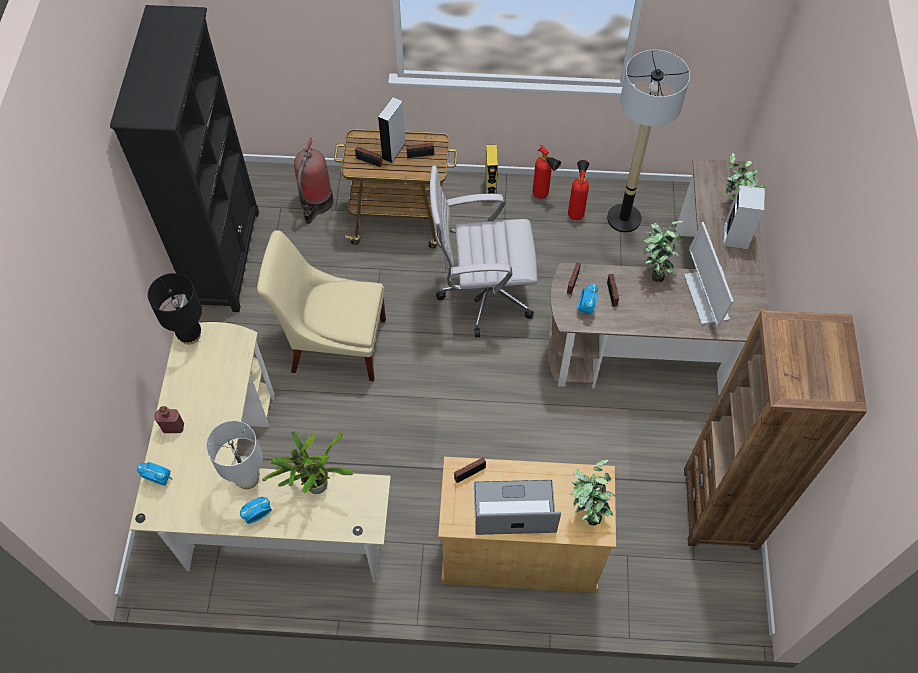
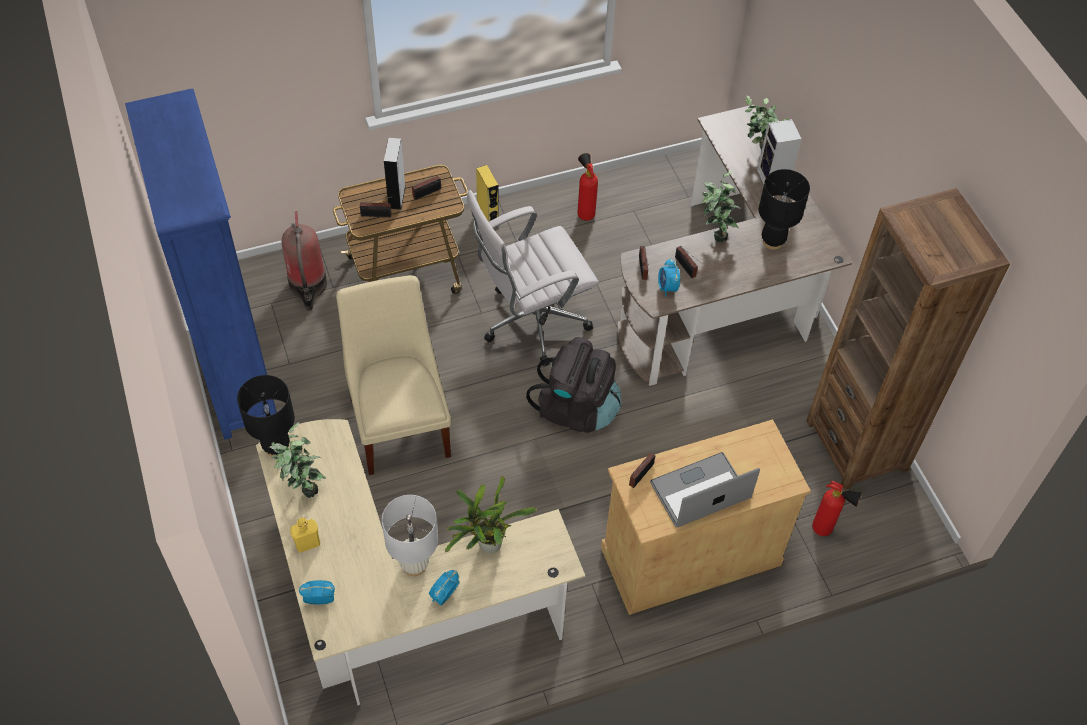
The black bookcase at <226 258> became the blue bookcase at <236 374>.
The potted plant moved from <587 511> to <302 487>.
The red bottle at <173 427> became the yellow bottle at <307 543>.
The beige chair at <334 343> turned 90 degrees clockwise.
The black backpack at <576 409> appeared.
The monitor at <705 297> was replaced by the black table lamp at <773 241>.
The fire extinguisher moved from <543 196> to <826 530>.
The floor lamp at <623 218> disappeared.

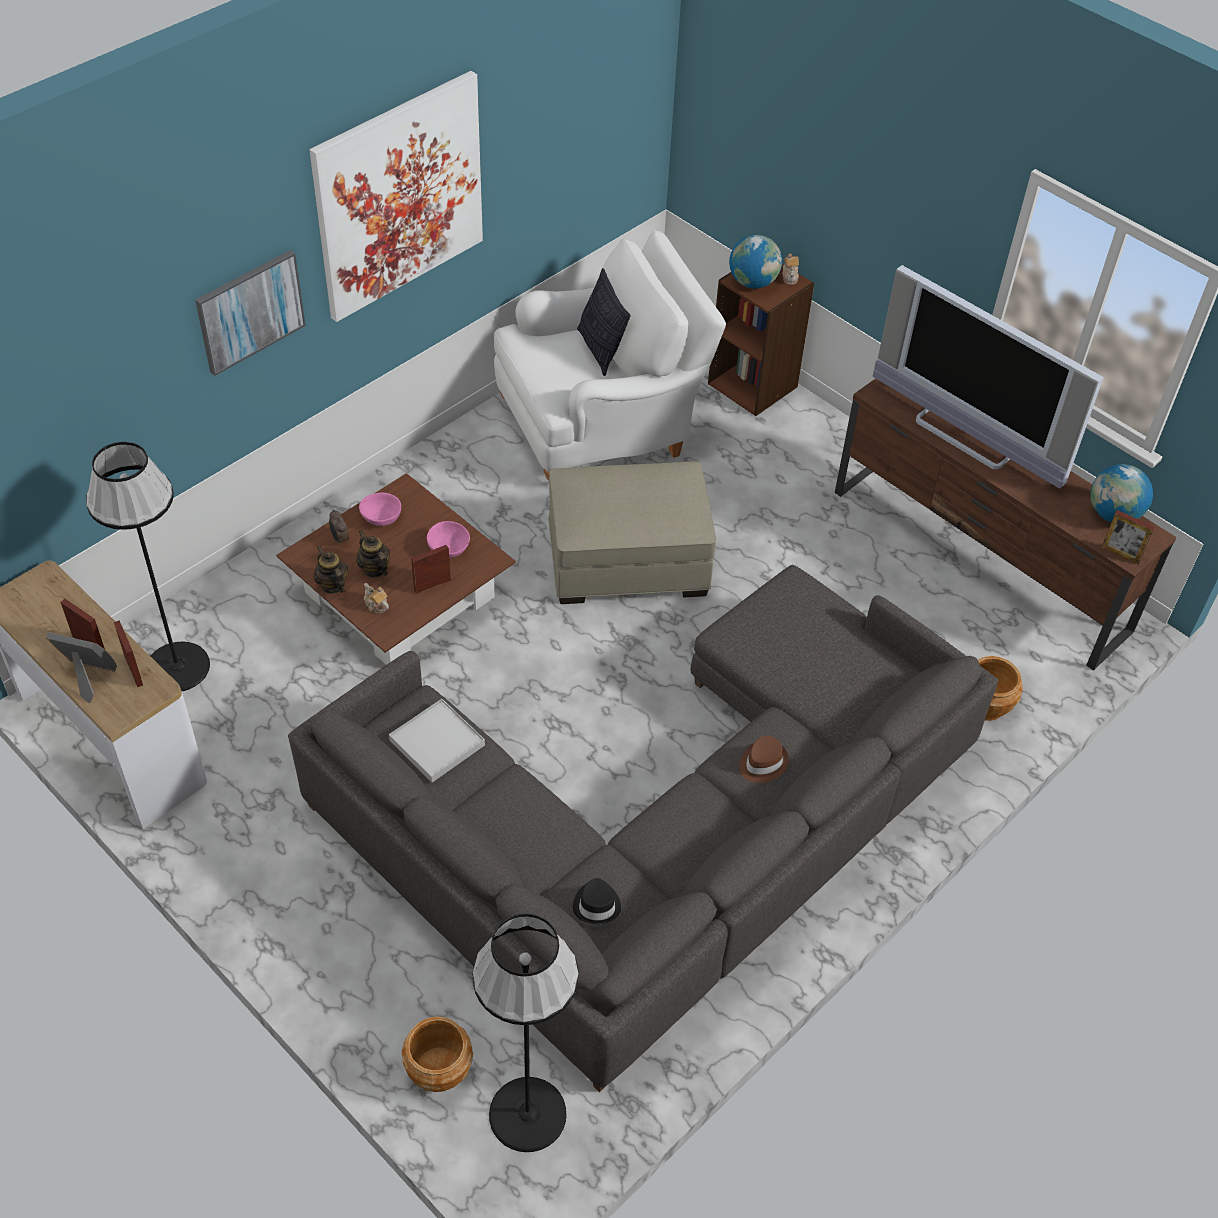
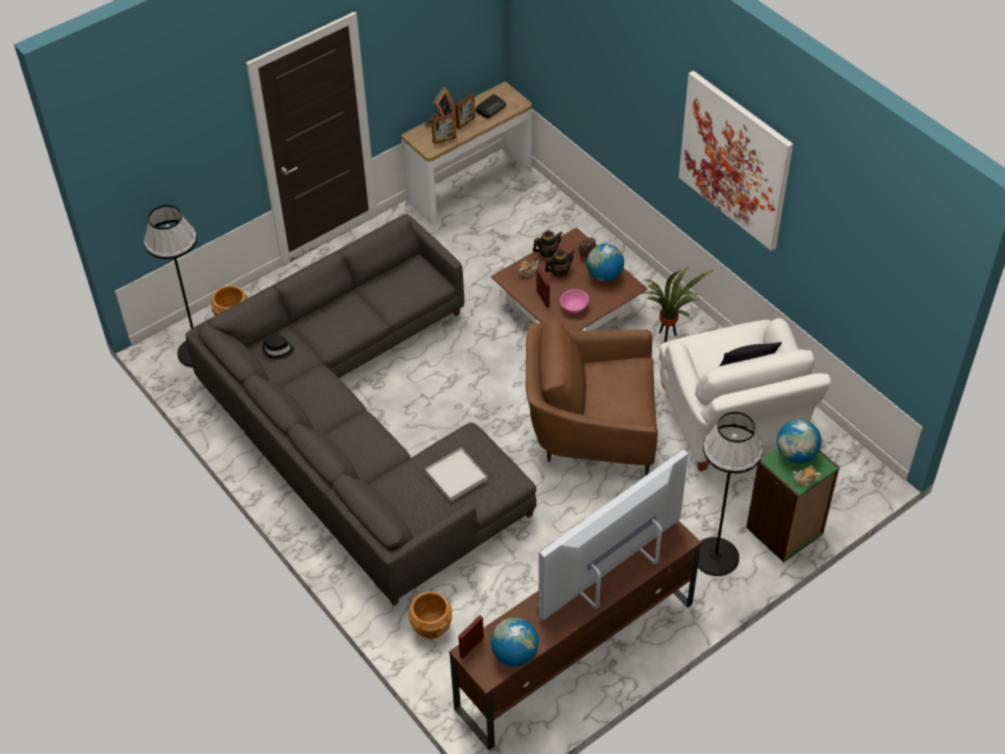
The white tray moved from <436 743> to <456 476>.
The radio at <491 108> appeared.
The beige ottoman at <626 560> was replaced by the brown armchair at <591 428>.
The pink bowl at <382 518> was replaced by the globe at <604 275>.
The potted plant at <668 337> appeared.
The black floor lamp moved from <177 667> to <715 556>.
The brown bookcase at <753 385> became the green bookcase at <785 531>.
The picture at <250 311> disappeared.
The brown hat at <762 763> disappeared.

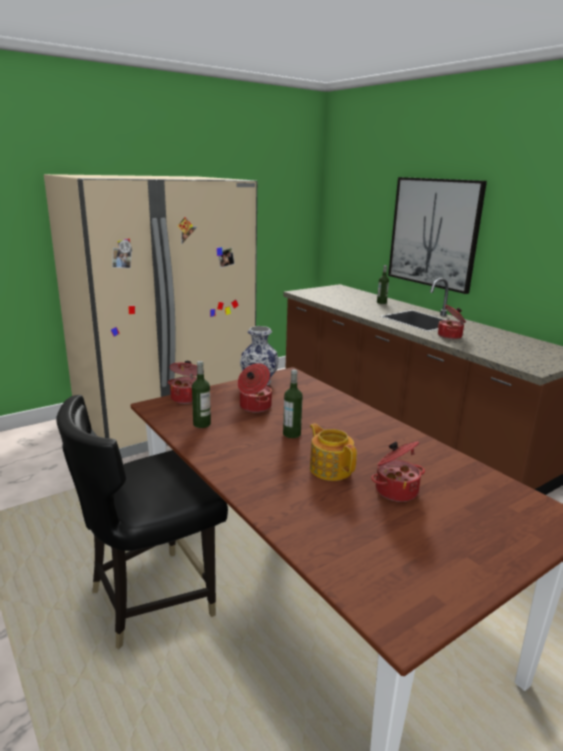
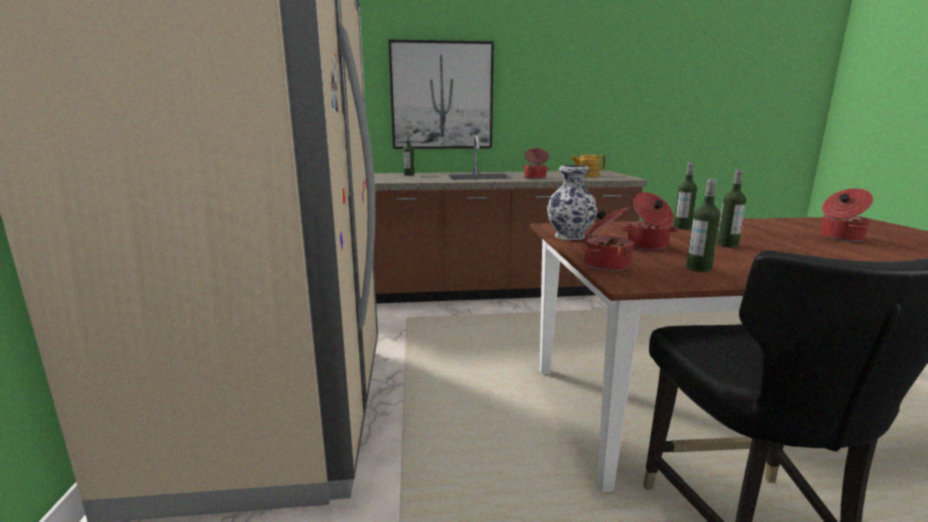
The teapot moved from <330 468> to <586 175>.
The bottle at <682 227> appeared.

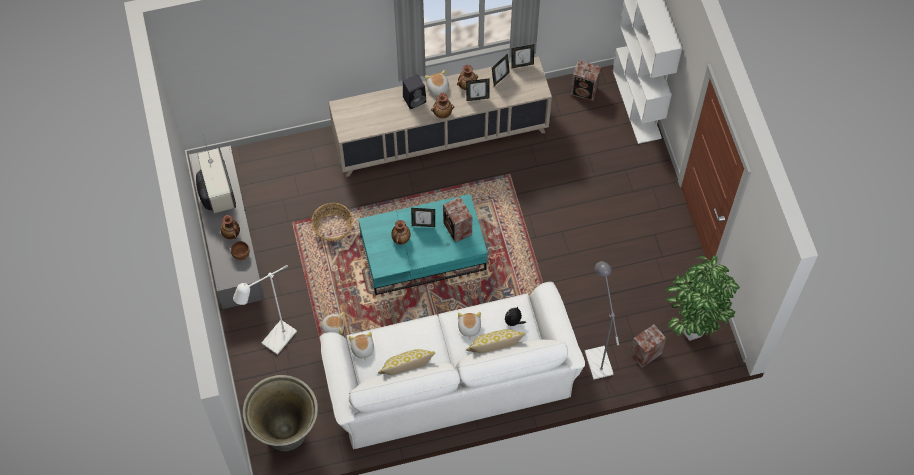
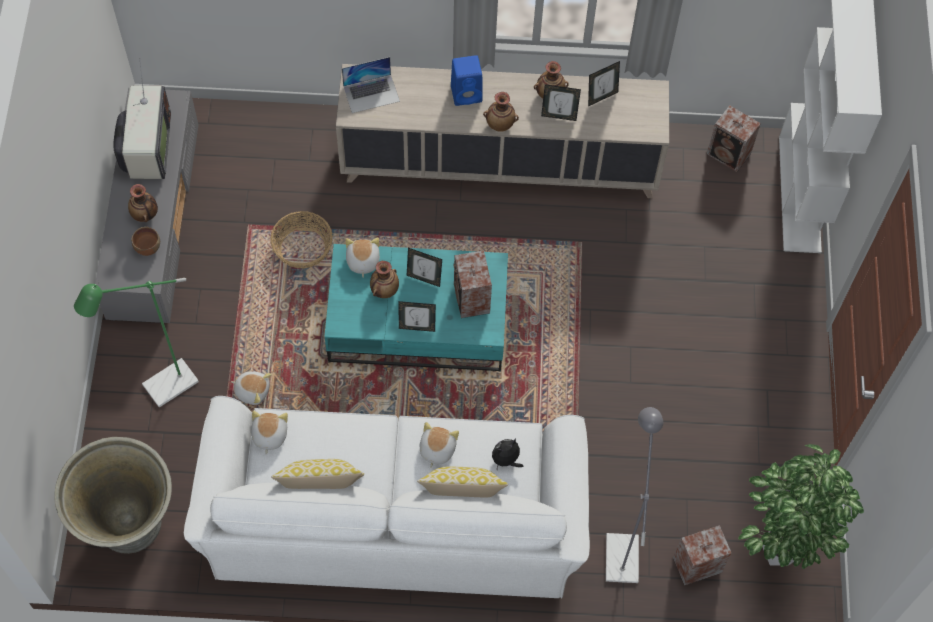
The white floor lamp at <275 342> became the green floor lamp at <162 389>.
The laptop at <371 93> appeared.
The plush toy moved from <437 88> to <362 261>.
The picture frame moved from <522 64> to <417 327>.
The black speaker at <415 99> became the blue speaker at <467 93>.

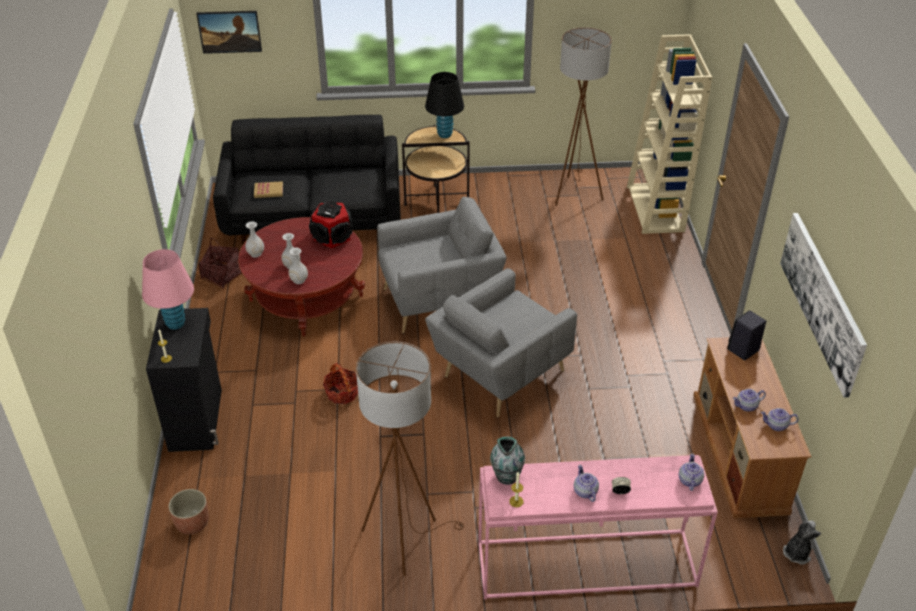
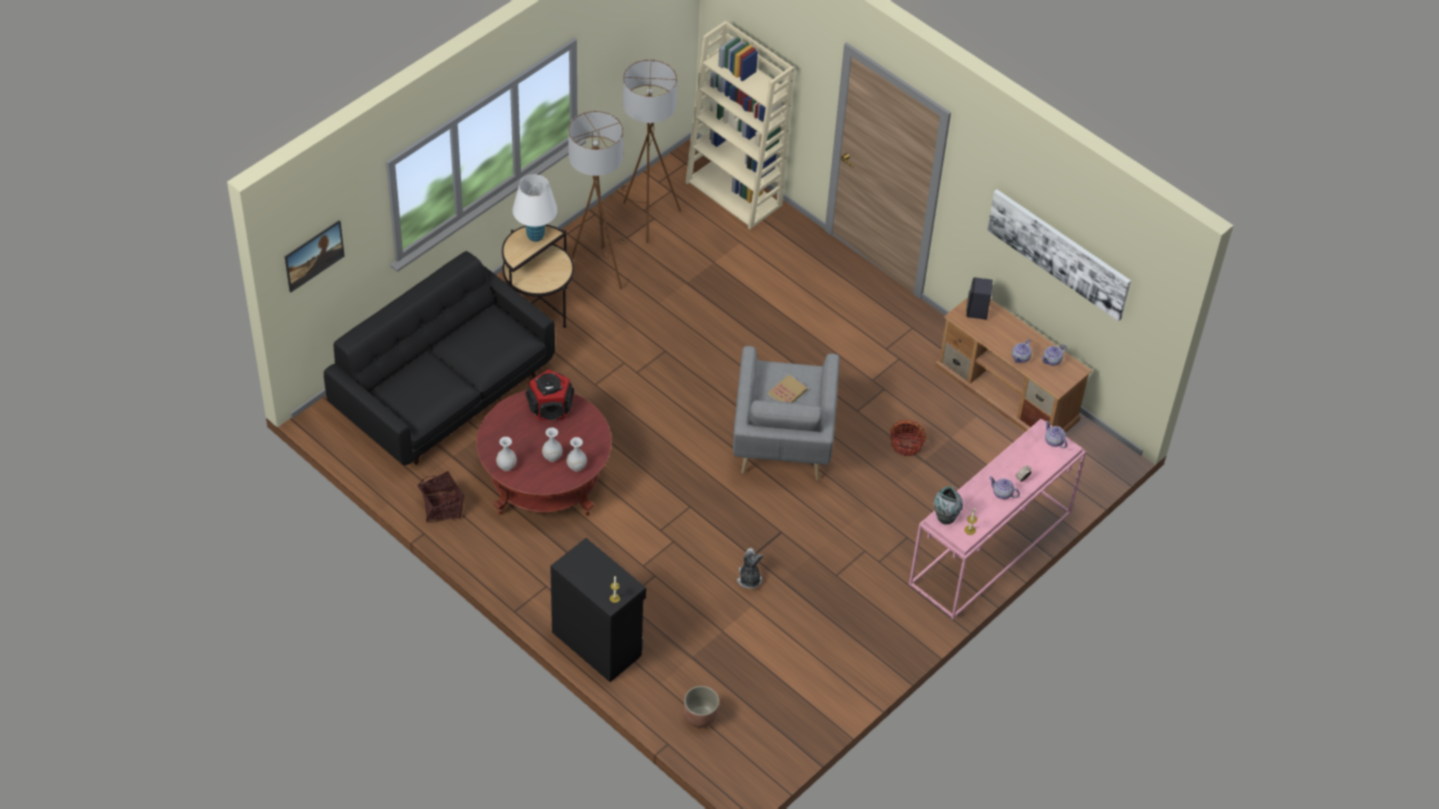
The black table lamp at <445 134> became the white table lamp at <535 236>.
The brown floor lamp moved from <405 538> to <597 269>.
The plush toy moved from <797 553> to <749 579>.
The book moved from <268 191> to <787 392>.
The basket moved from <342 393> to <906 444>.
The pink table lamp at <175 323> disappeared.
The grey armchair at <440 301> disappeared.

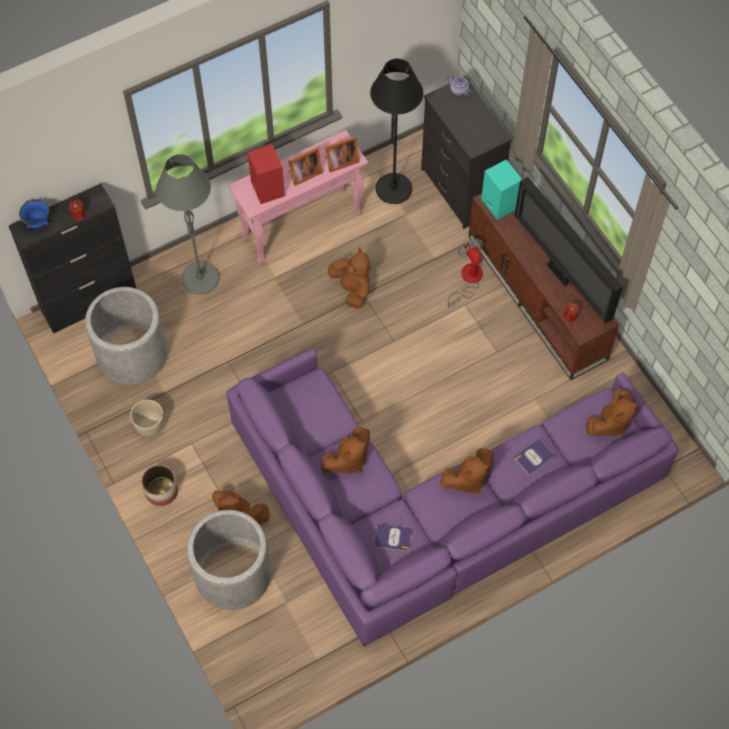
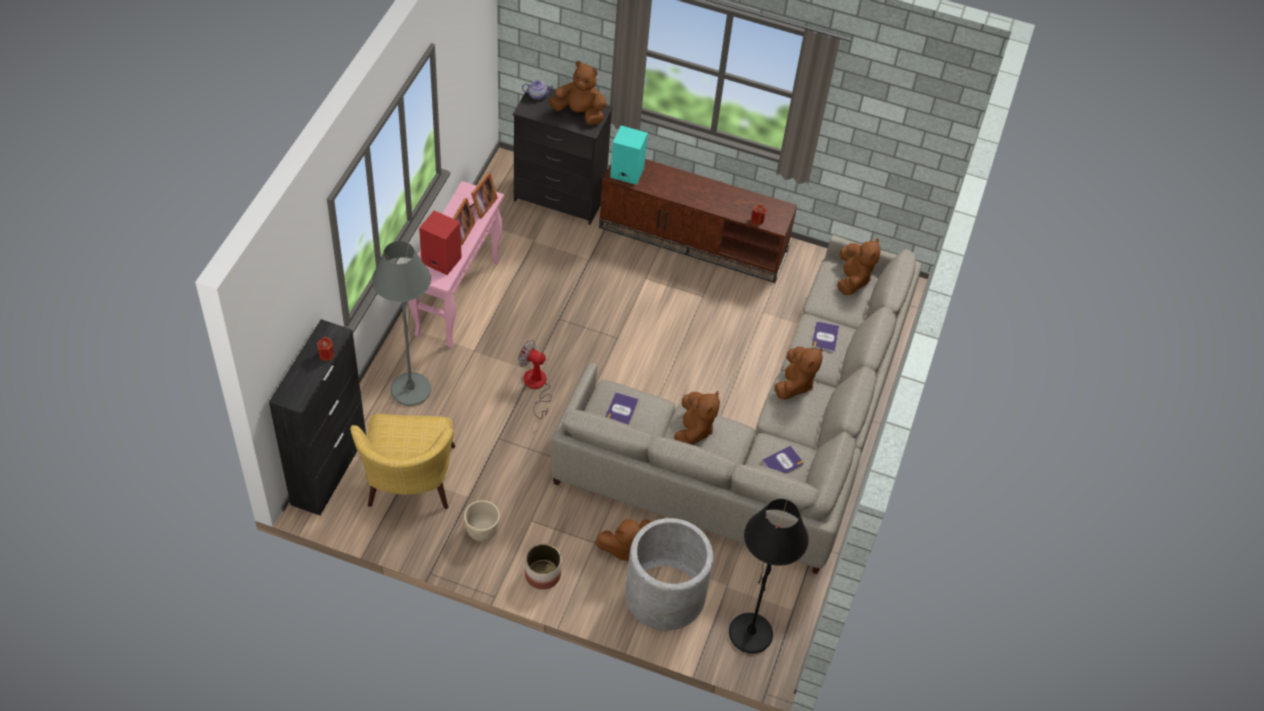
The grey planter at <132 354> was replaced by the yellow armchair at <409 486>.
The fan moved from <468 280> to <536 386>.
The brown plush toy moved from <352 288> to <579 113>.
The purple sofa at <433 504> became the grey sofa at <764 435>.
The book at <621 409> appeared.
The black floor lamp moved from <394 189> to <750 634>.
The blue bowl at <37 222> disappeared.
The television at <560 274> disappeared.

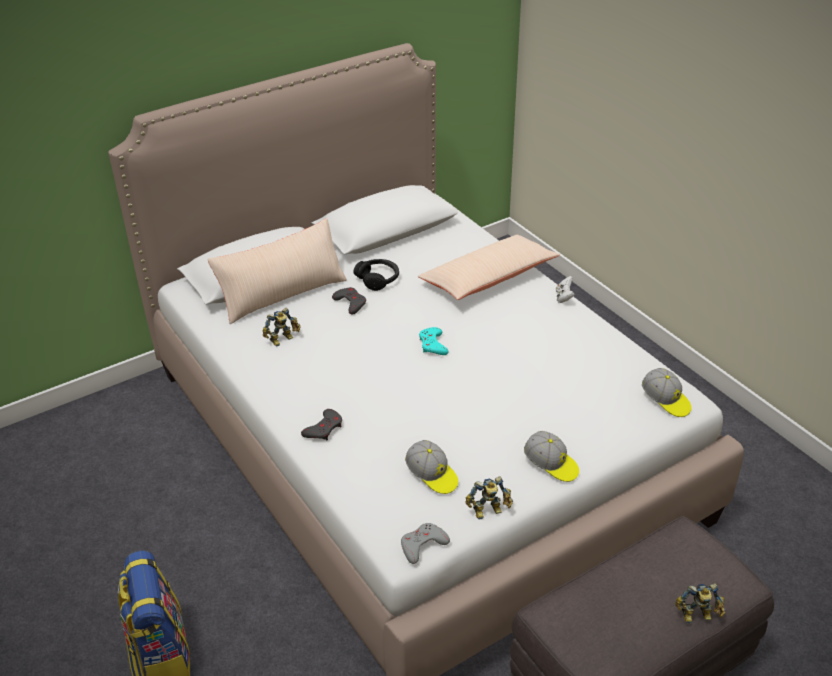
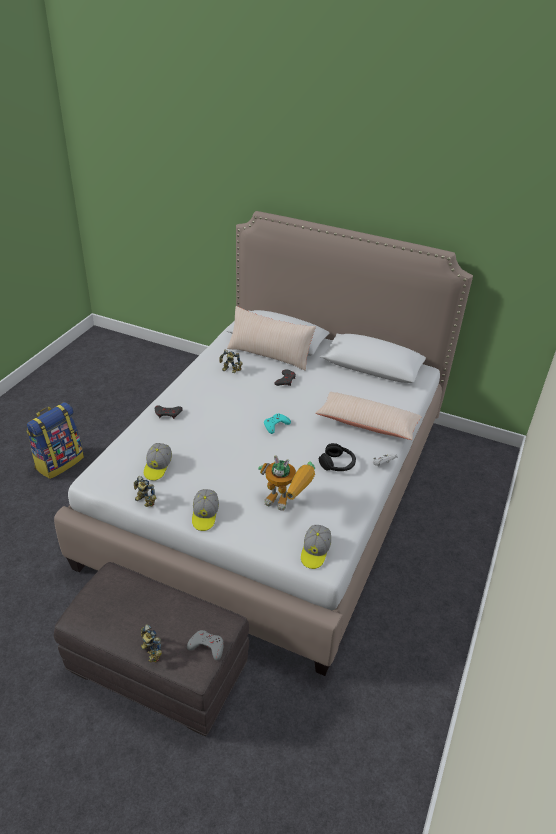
The grey game controller moved from <422 545> to <207 646>.
The toy robot at <287 503> appeared.
The black headphones moved from <378 279> to <337 464>.

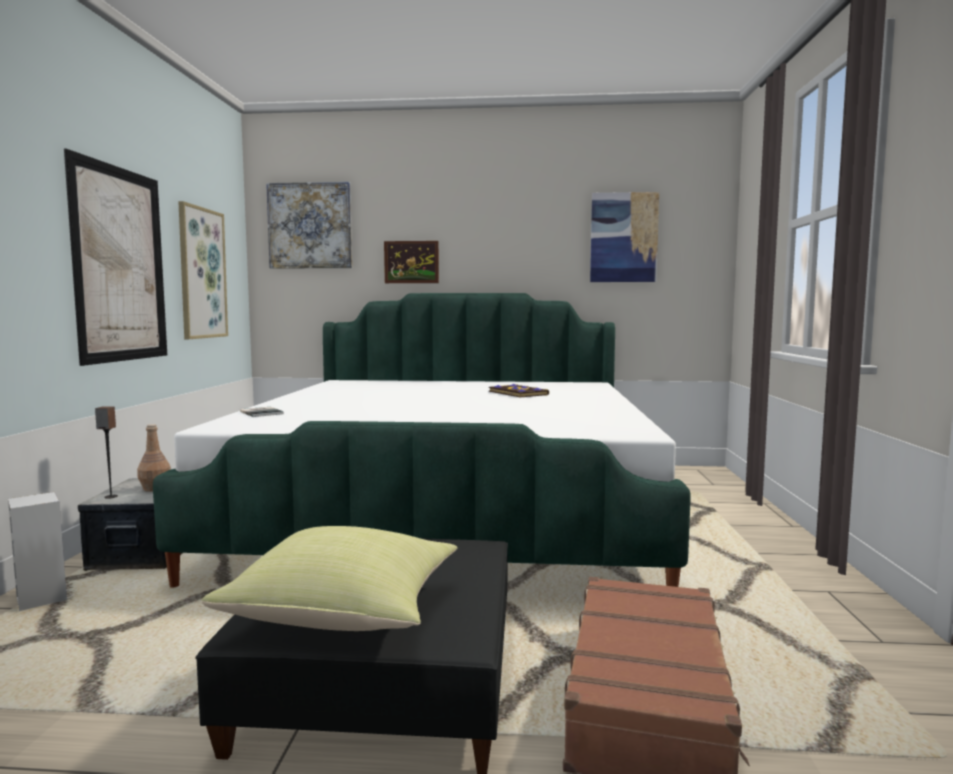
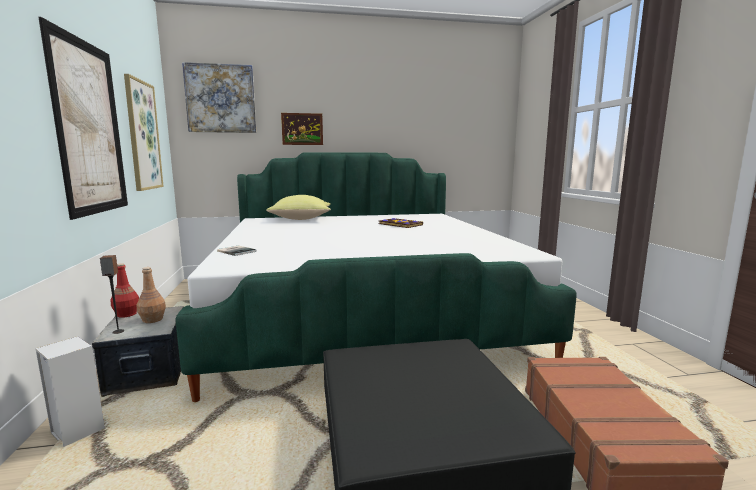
The red bottle at <126 314> appeared.
The yellow pillow moved from <346 612> to <302 219>.
The picture at <623 237> disappeared.

